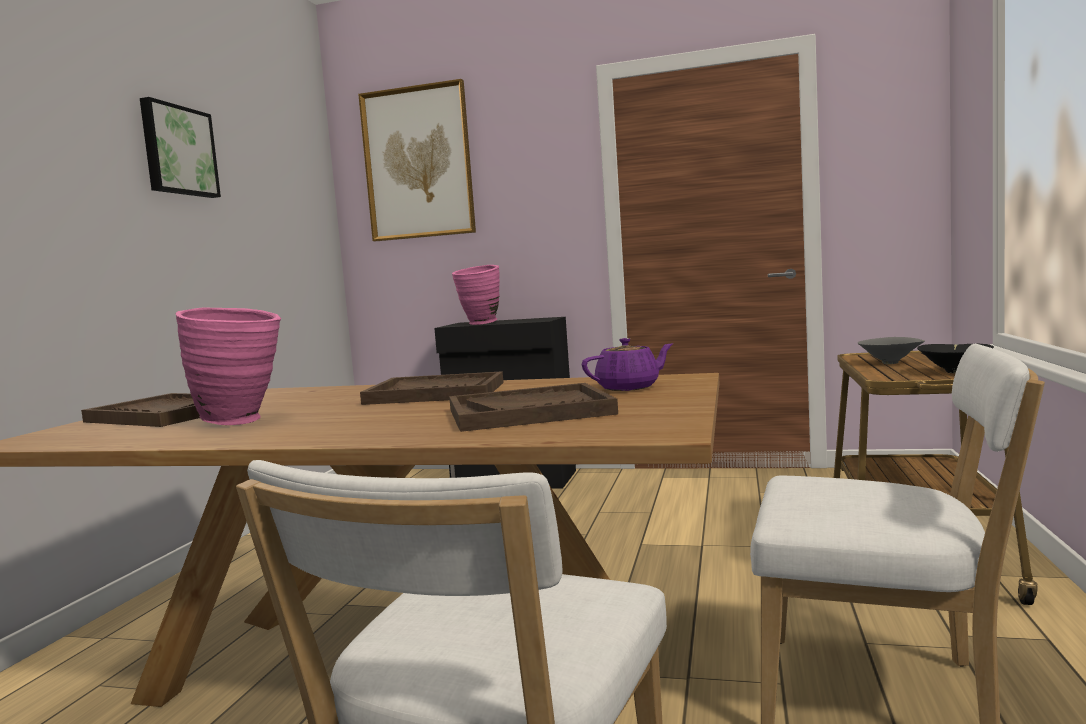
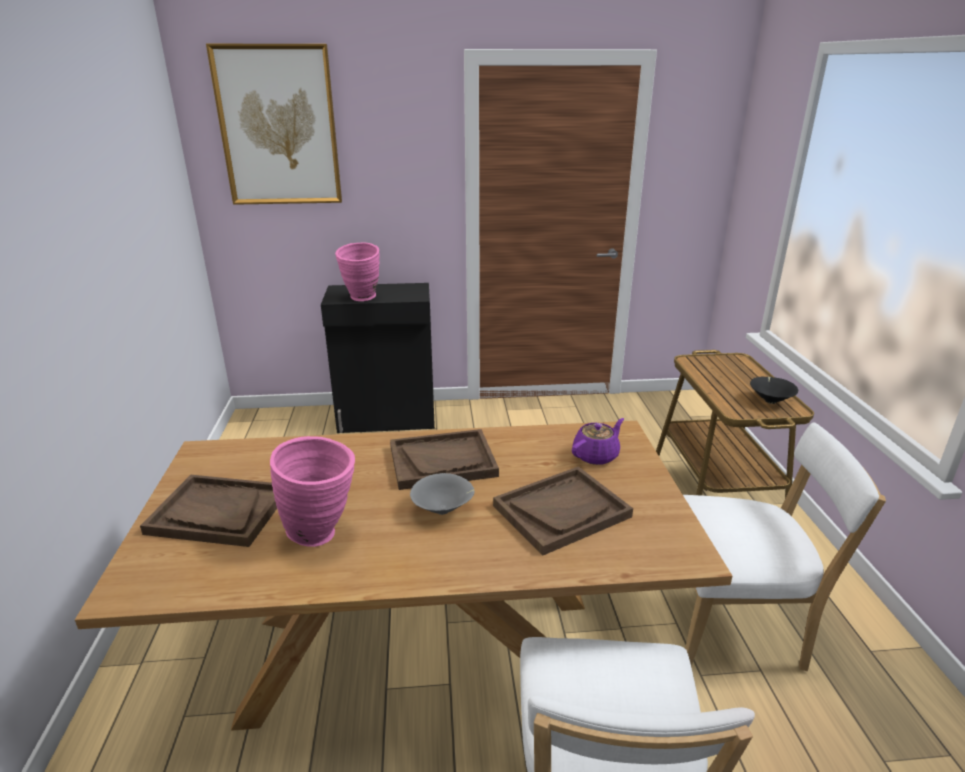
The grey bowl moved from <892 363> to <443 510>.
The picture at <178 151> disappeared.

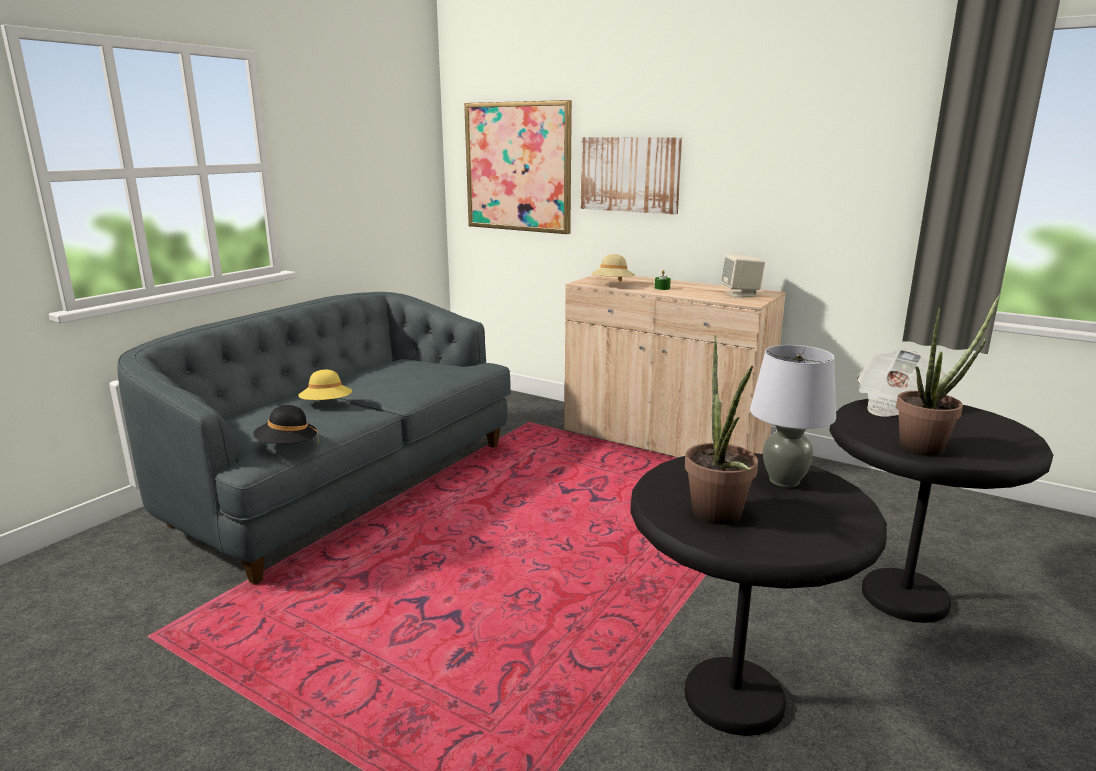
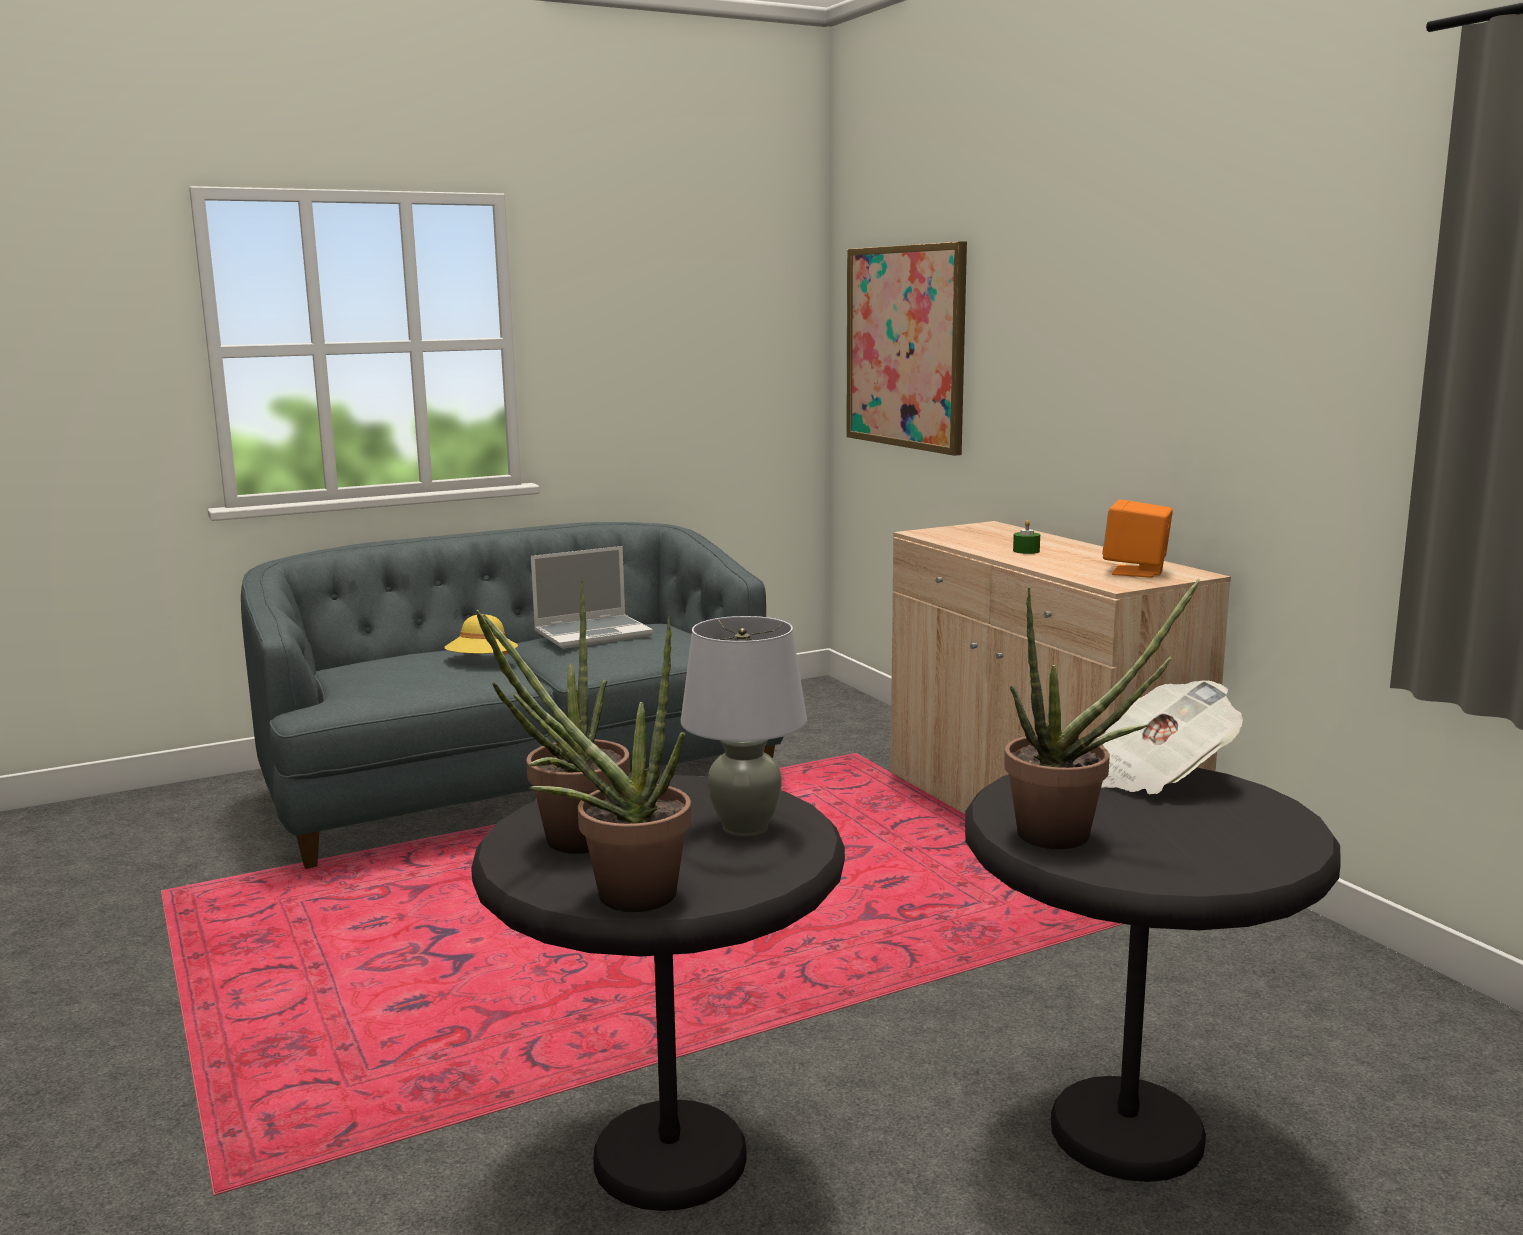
The potted plant at <619 894> appeared.
The laptop at <594 634> appeared.
The beige speaker at <741 294> became the orange speaker at <1136 572>.
The black hat at <287 446> disappeared.
The picture at <630 174> disappeared.
The beige hat at <612 285> disappeared.

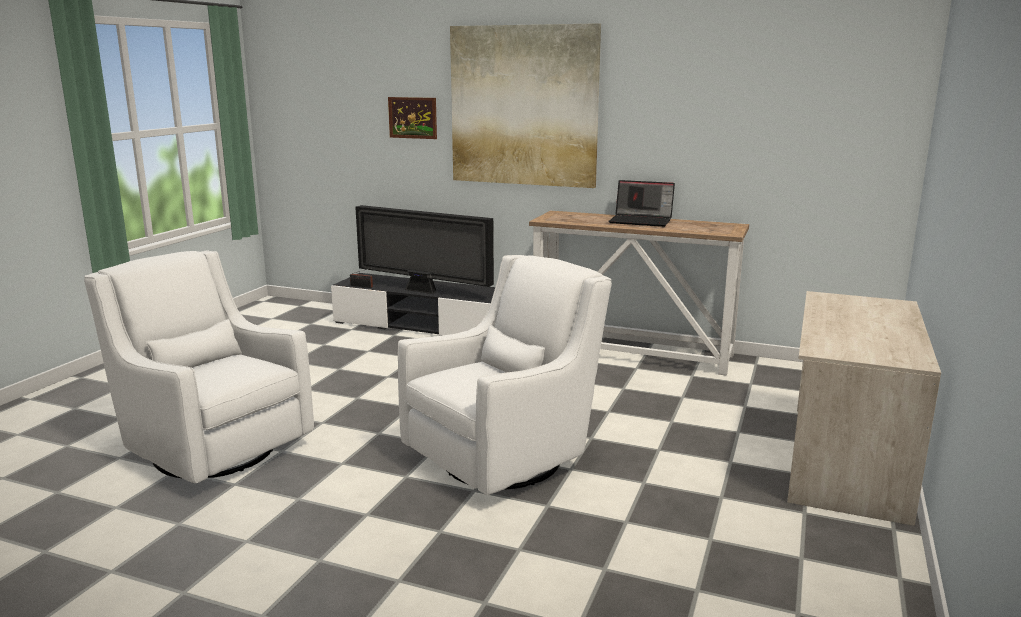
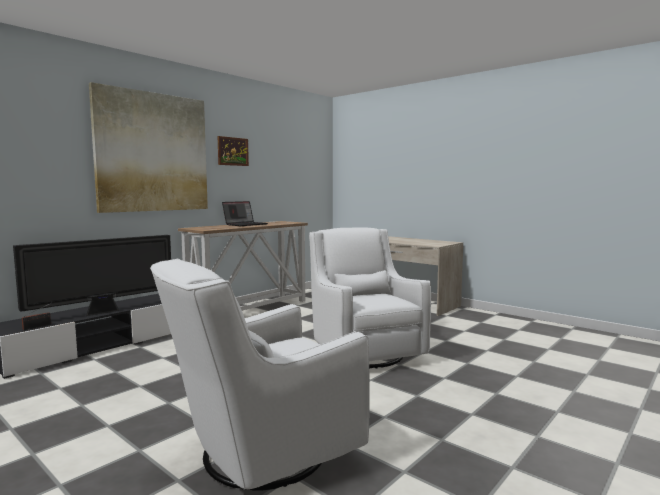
The picture moved from <412 117> to <233 151>.

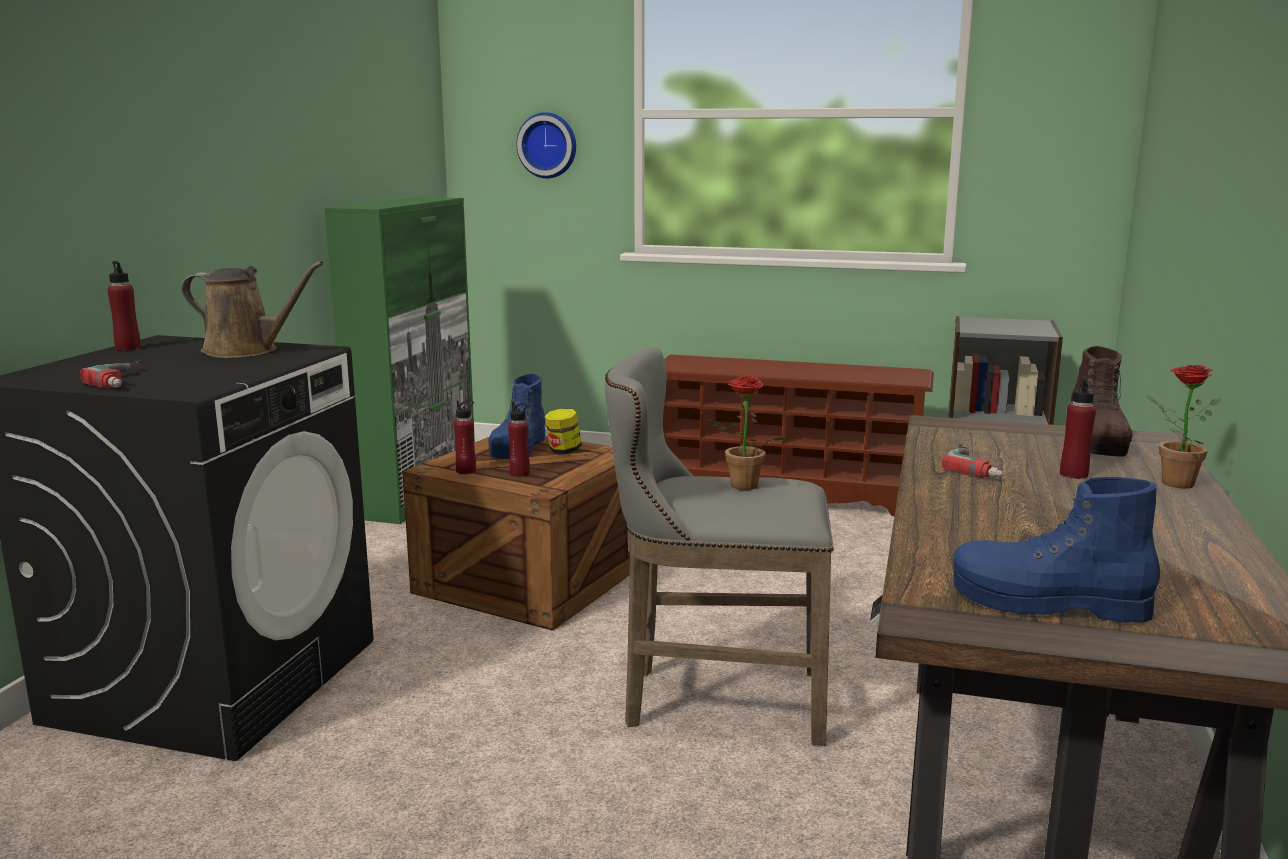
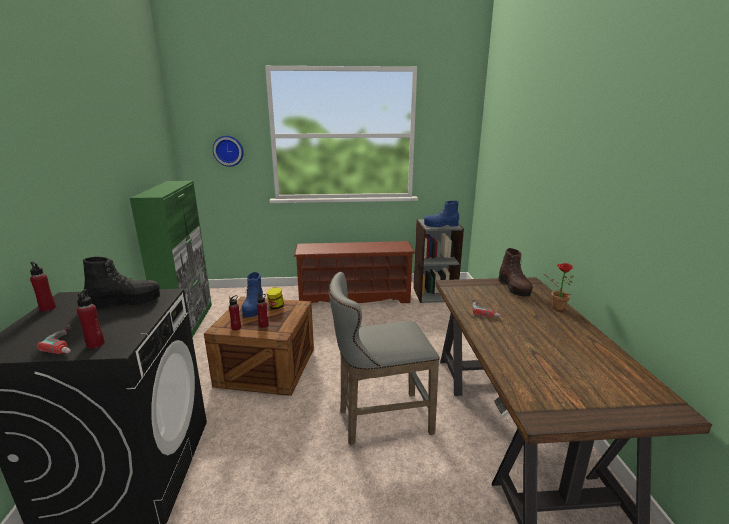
The red bottle moved from <1073 474> to <95 344>.
The brown watering can at <246 351> was replaced by the black boot at <126 301>.
The blue boot moved from <1048 604> to <441 225>.
The potted plant at <740 487> disappeared.

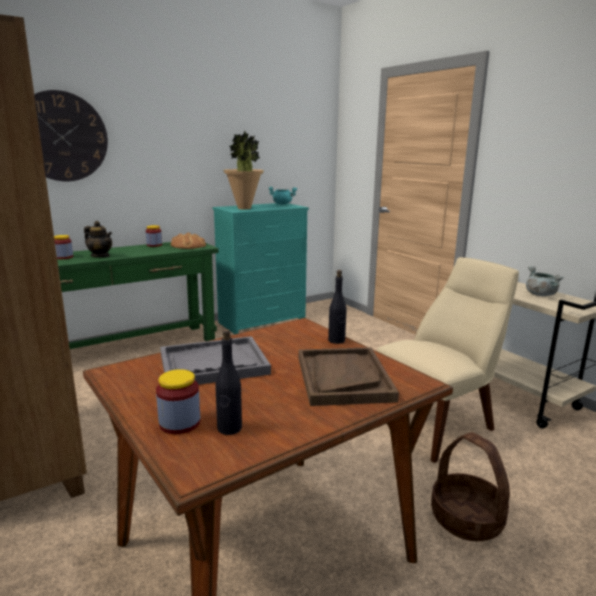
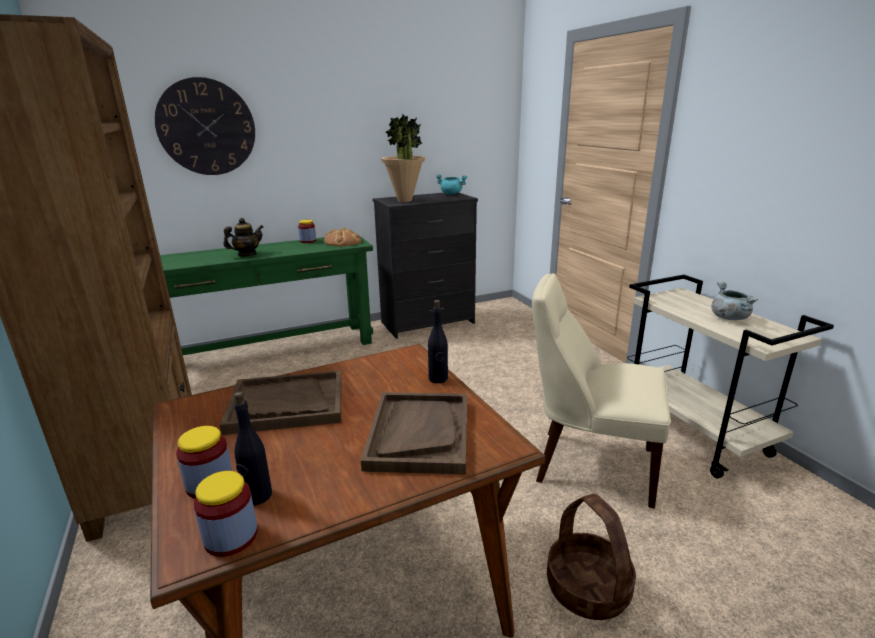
The jar moved from <64 257> to <231 536>.
The grey tray at <213 364> became the brown tray at <286 404>.
The teapot at <100 256> turned 75 degrees counterclockwise.
The turquoise dresser at <263 321> became the black dresser at <428 323>.
The beige chair at <438 425> turned 135 degrees counterclockwise.

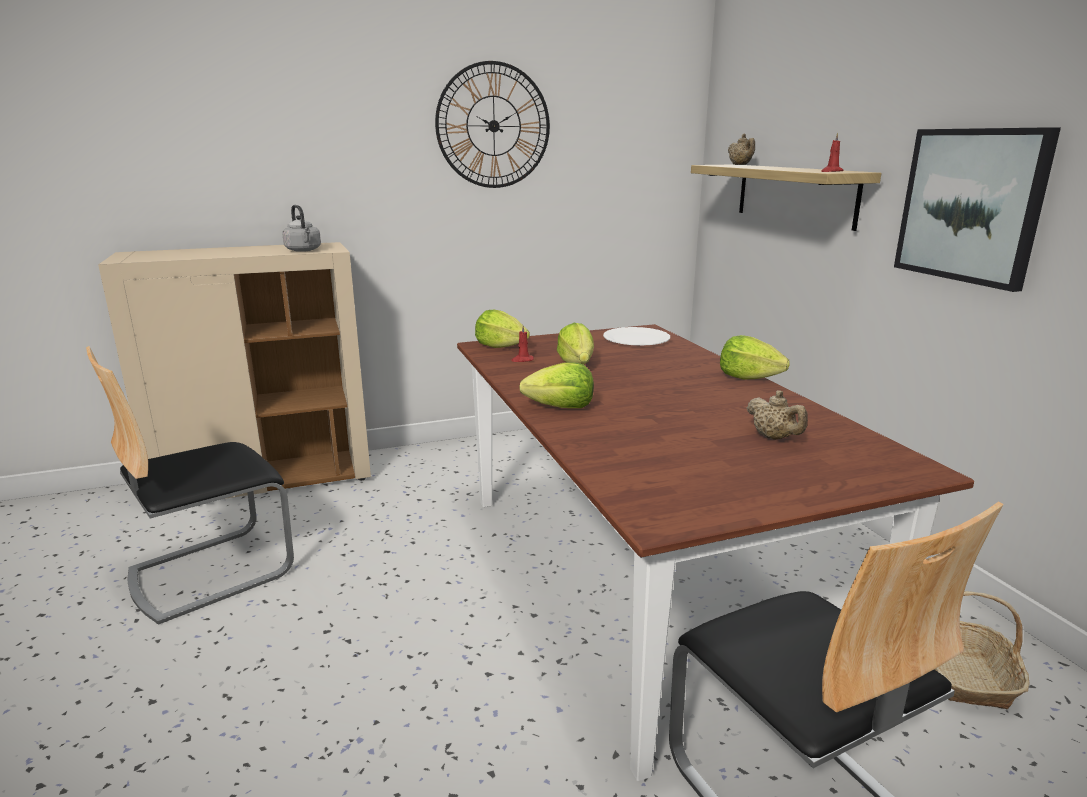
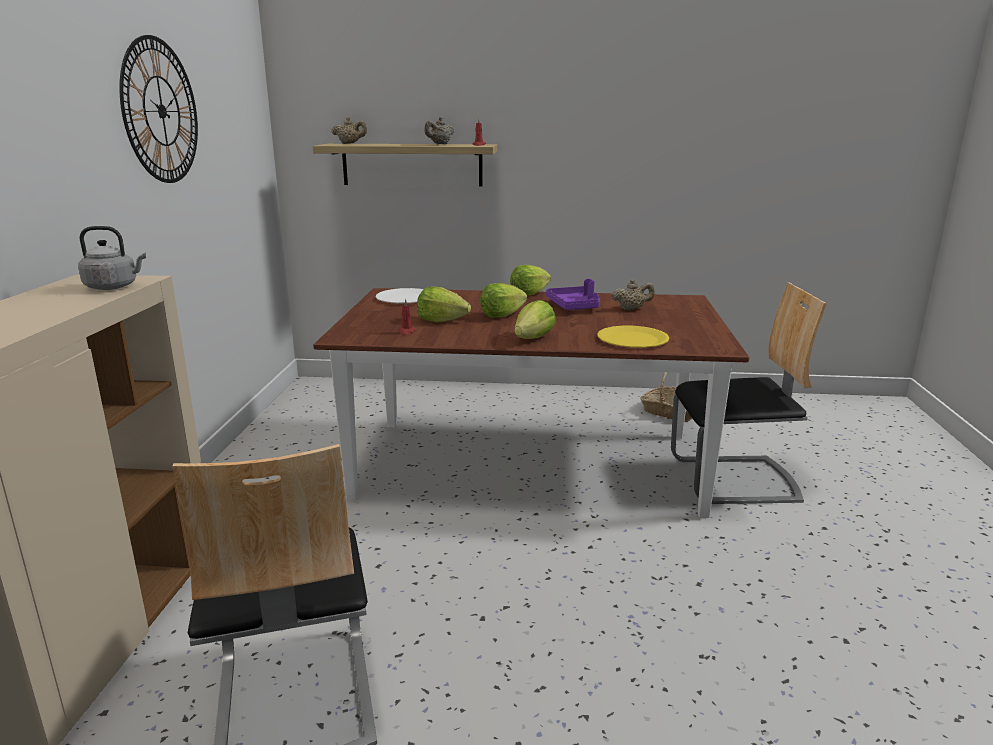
The beige teapot at <440 144> appeared.
The lettuce moved from <500 346> to <502 315>.
The purple tray at <575 306> appeared.
The yellow plate at <632 339> appeared.
The picture at <971 205> disappeared.

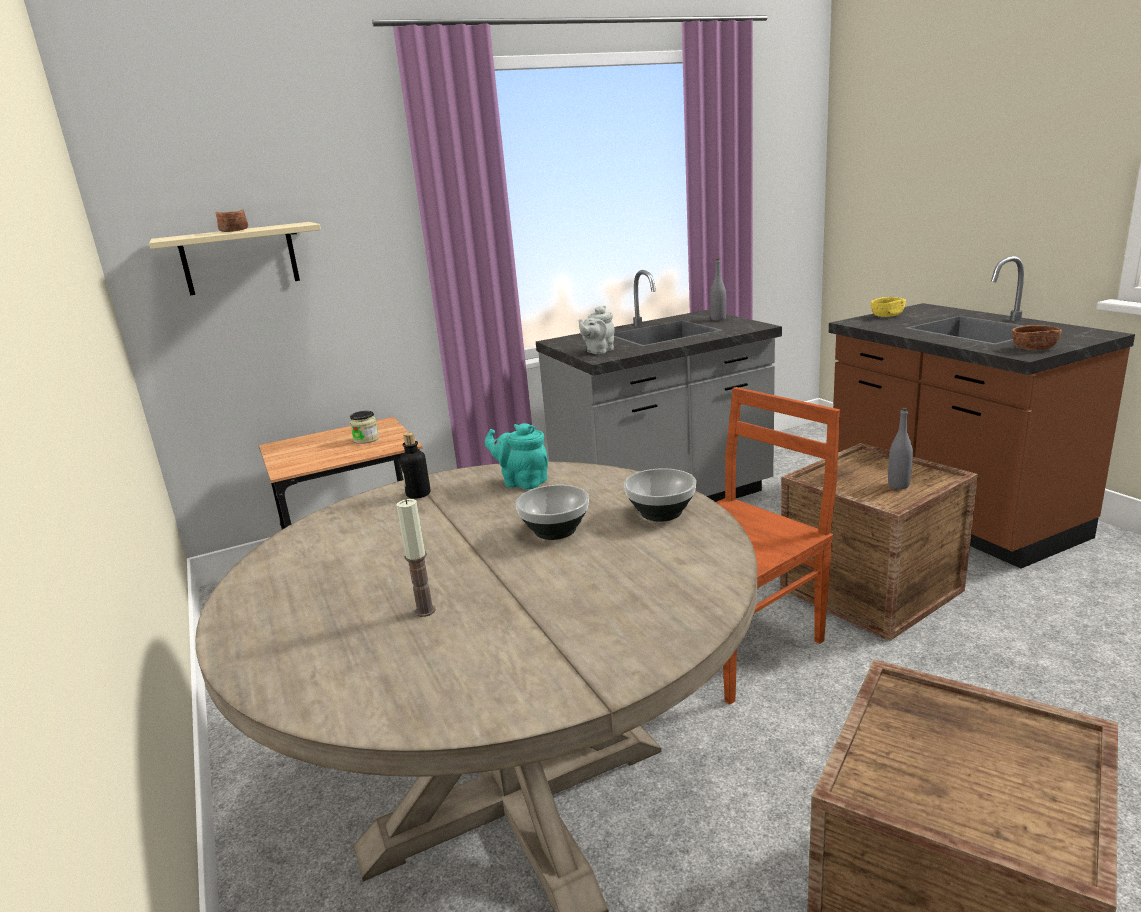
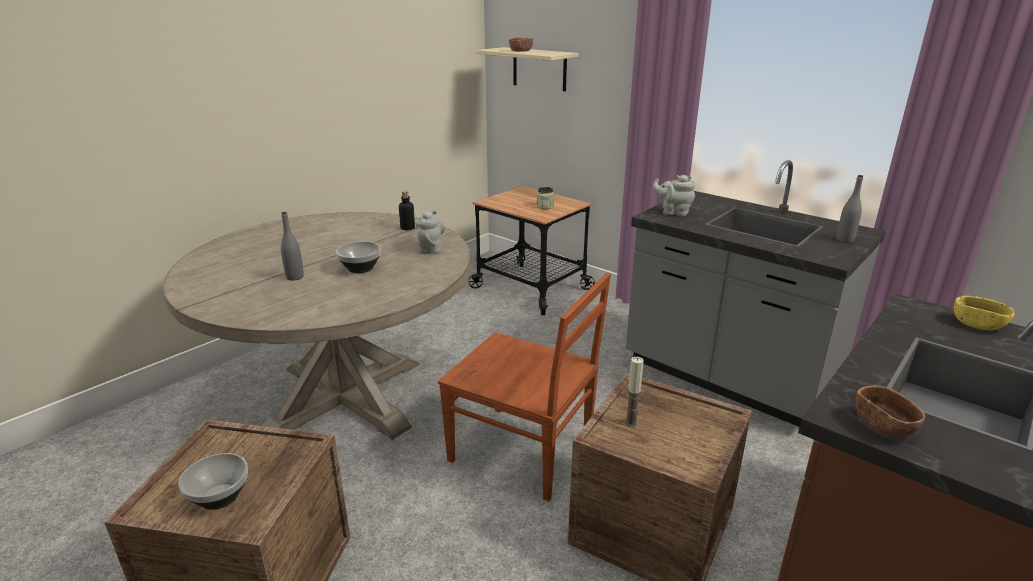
The bowl moved from <660 513> to <220 496>.
The grey bottle moved from <898 485> to <295 277>.
The turquoise teapot at <522 482> became the grey teapot at <431 248>.
The candle moved from <425 611> to <631 422>.

